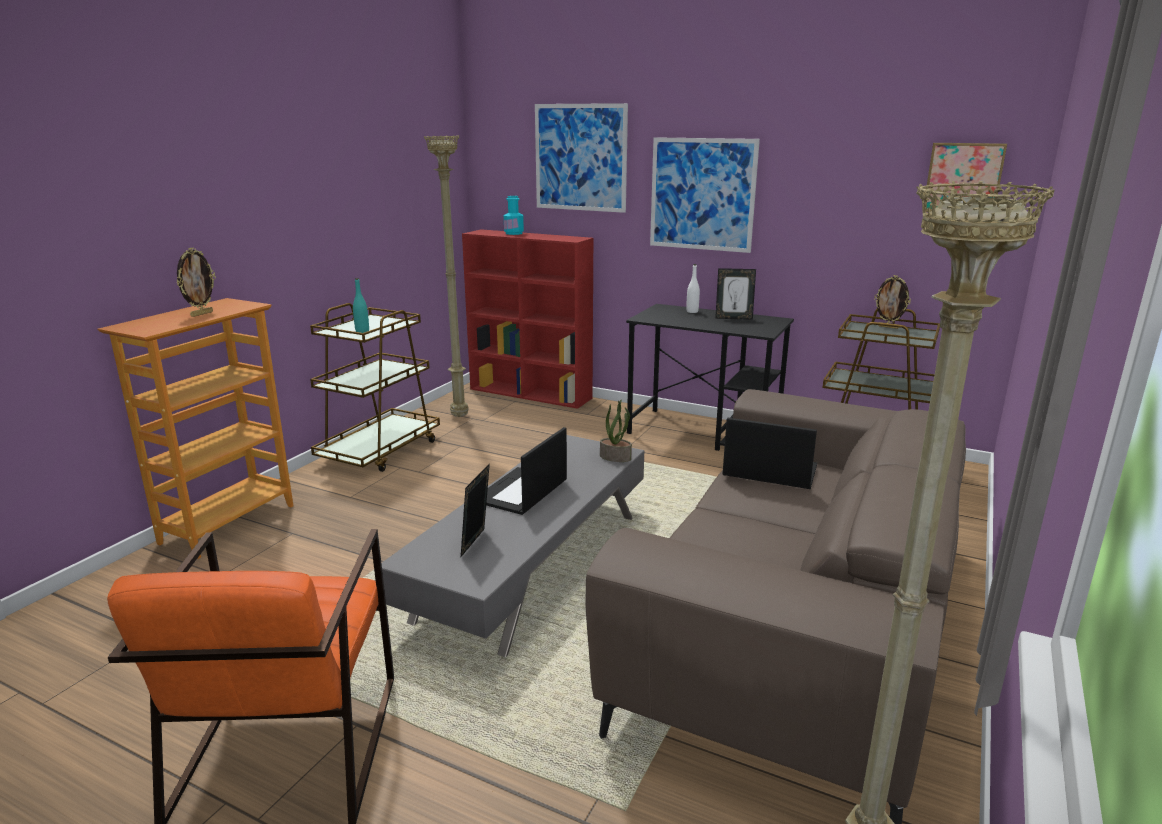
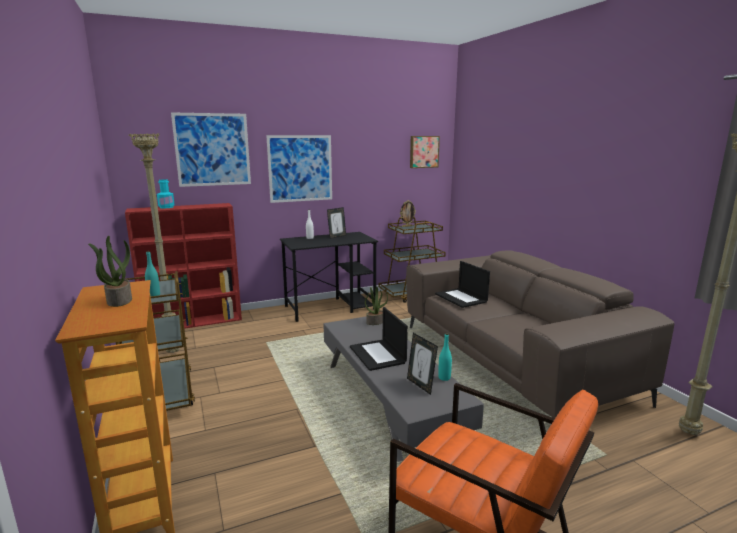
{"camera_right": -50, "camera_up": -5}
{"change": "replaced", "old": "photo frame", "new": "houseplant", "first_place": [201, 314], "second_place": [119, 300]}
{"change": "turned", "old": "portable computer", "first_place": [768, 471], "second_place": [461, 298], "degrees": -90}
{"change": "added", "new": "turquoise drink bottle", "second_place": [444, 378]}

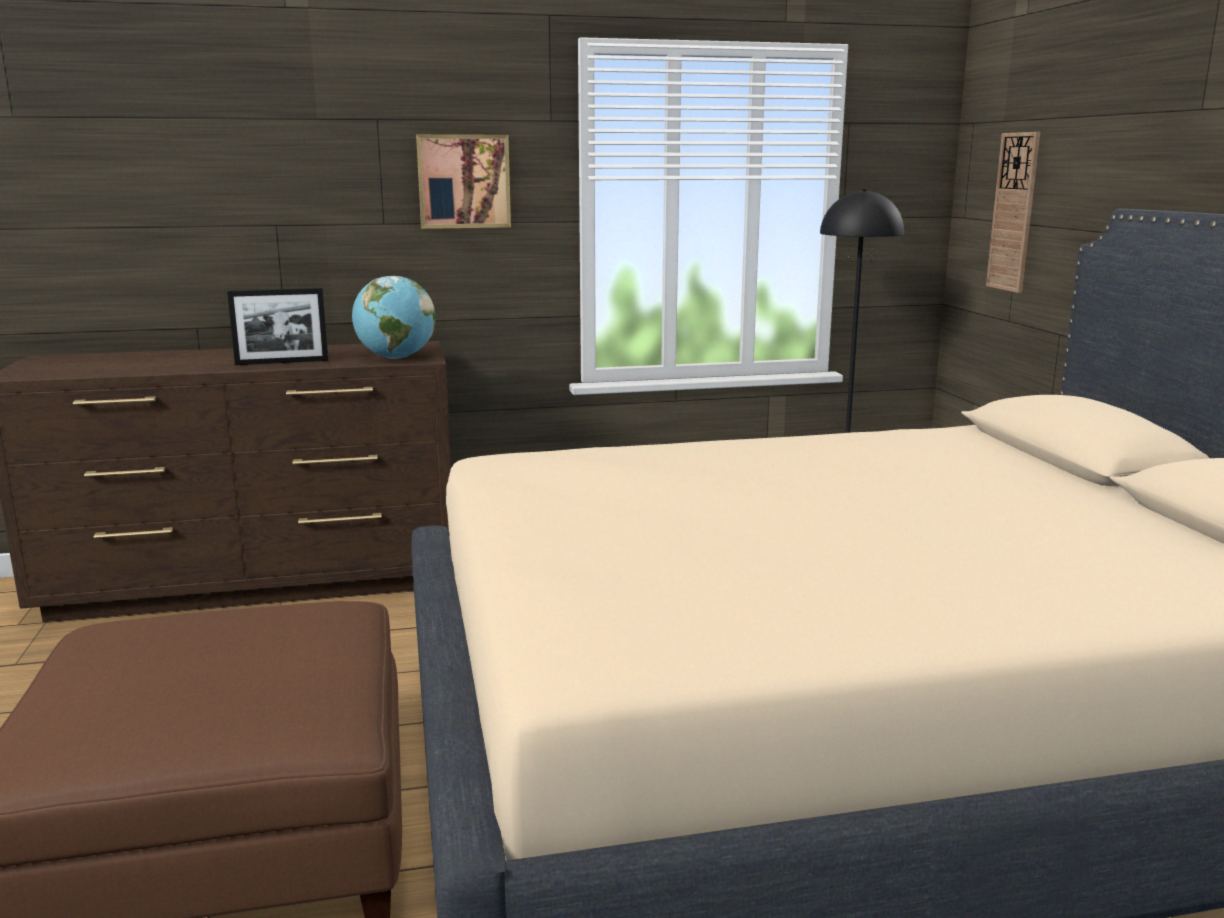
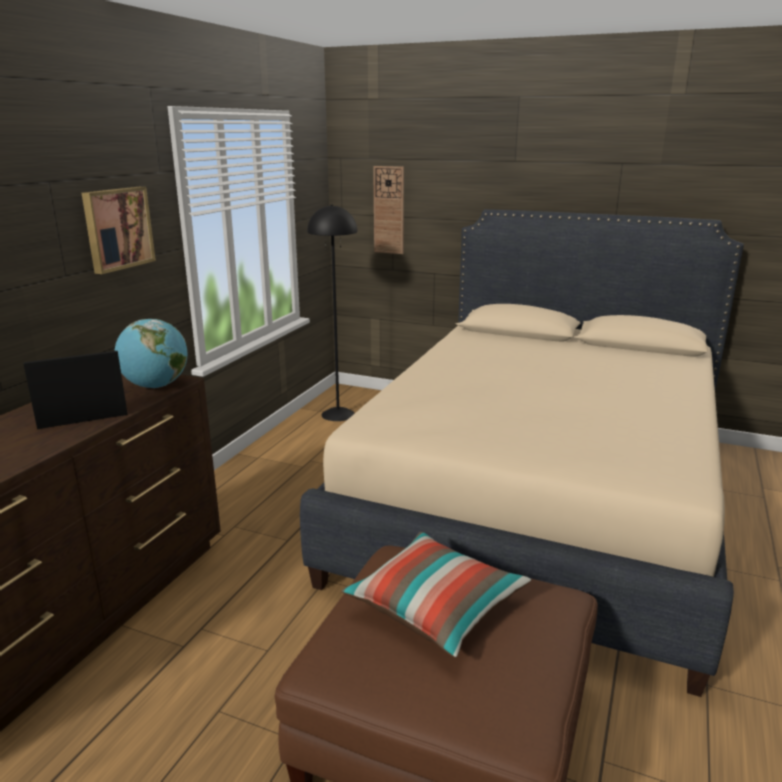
{"camera_right": -55, "camera_up": 5}
{"change": "turned", "old": "photo frame", "first_place": [282, 362], "second_place": [83, 420], "degrees": -135}
{"change": "added", "new": "pillow", "second_place": [435, 607]}

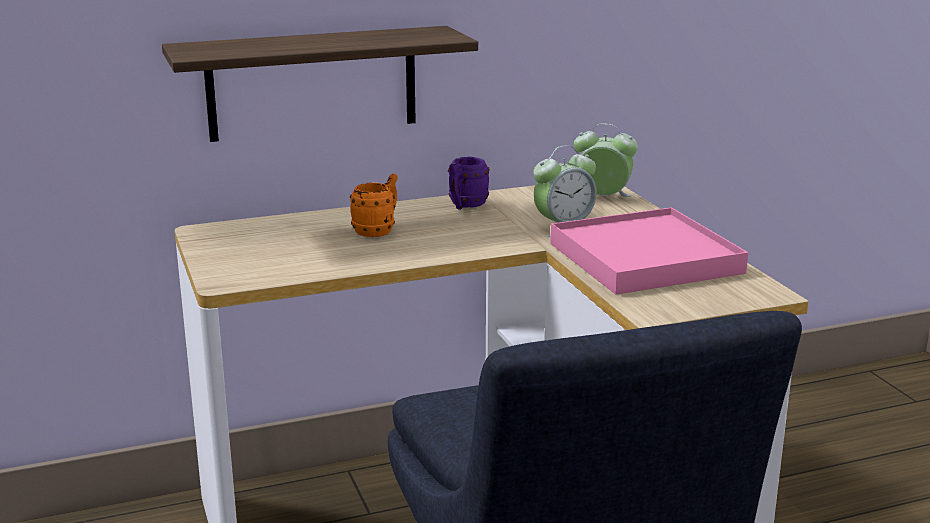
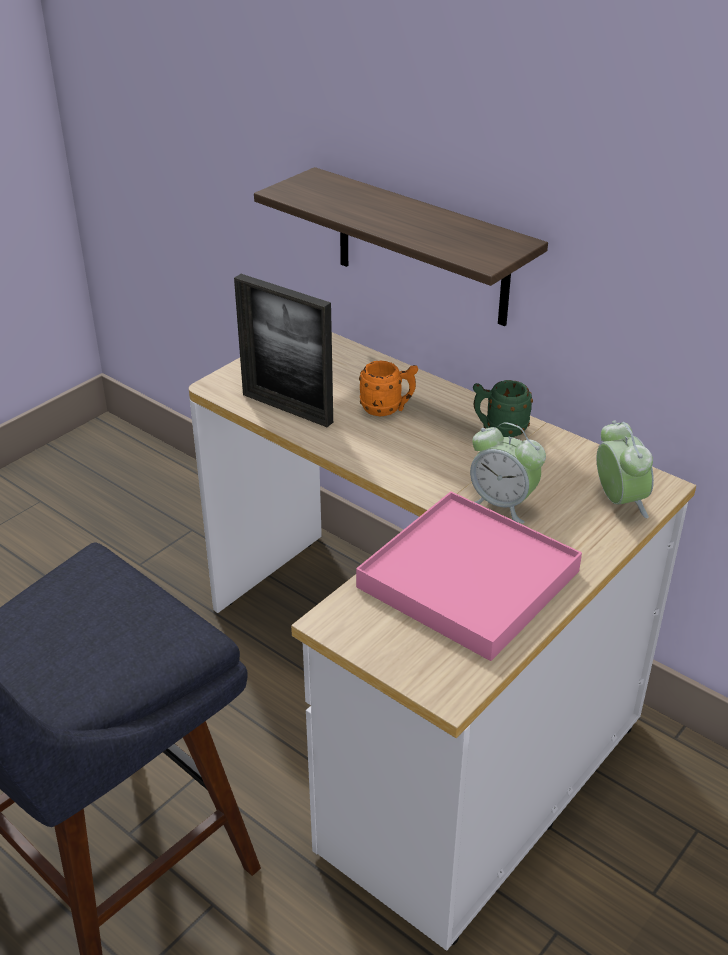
{"camera_right": 60, "camera_up": 15}
{"change": "added", "new": "photo frame", "second_place": [287, 408]}
{"change": "recoloured", "old": "purplish mug", "new": "green mug", "first_place": [465, 205], "second_place": [499, 429]}

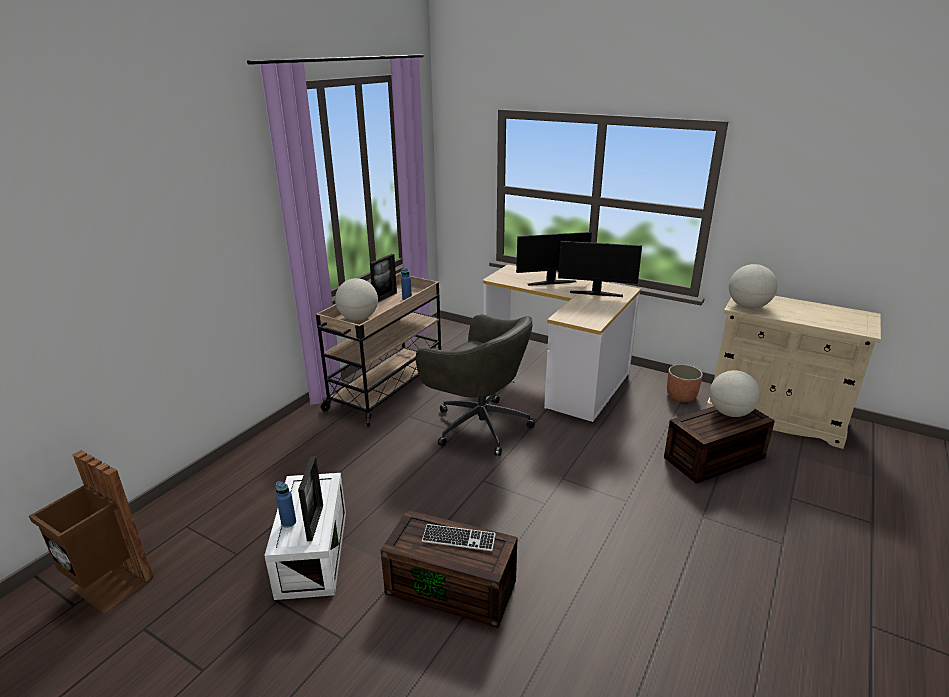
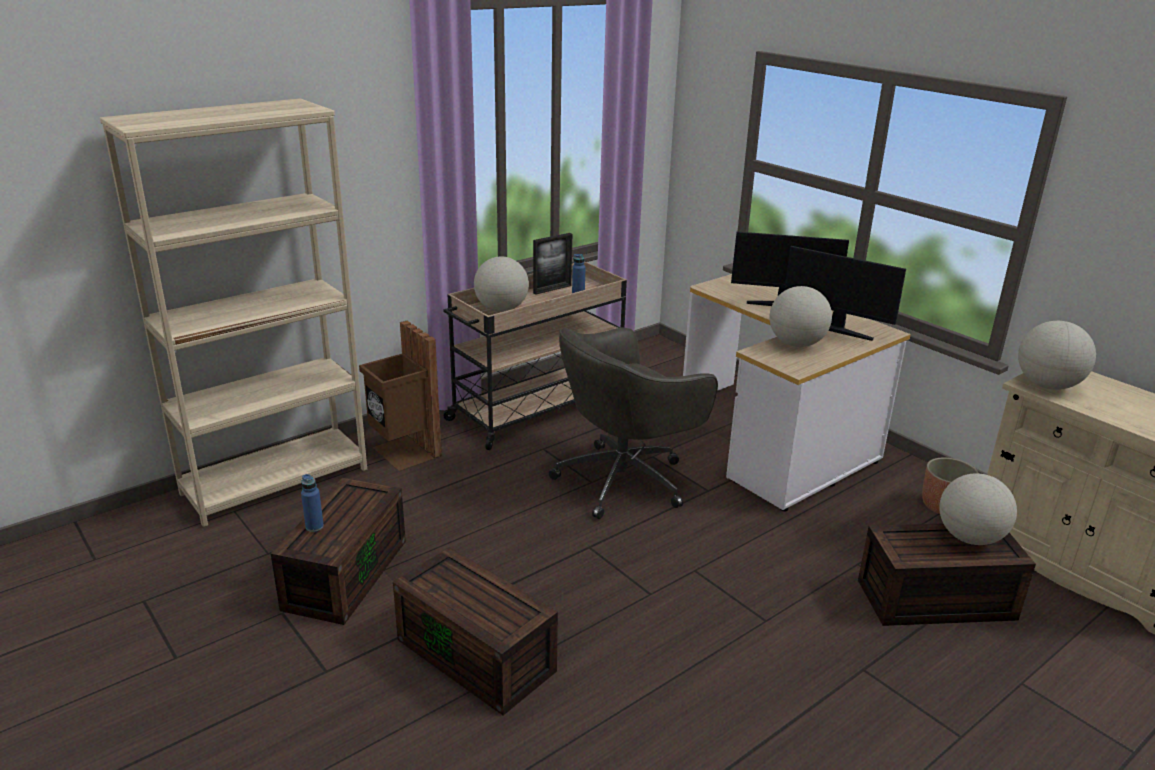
{"camera_right": 20, "camera_up": 0}
{"change": "added", "new": "sand-coloured bookcase", "second_place": [276, 481]}
{"change": "recoloured", "old": "white storage bin", "new": "brown-coloured storage bin", "first_place": [311, 551], "second_place": [345, 572]}
{"change": "moved", "old": "brown-coloured trash can", "first_place": [109, 585], "second_place": [404, 452]}
{"change": "turned", "old": "gray computer chair", "first_place": [478, 425], "second_place": [625, 480], "degrees": 90}
{"change": "added", "new": "world globe", "second_place": [796, 344]}
{"change": "removed", "old": "photo frame", "first_place": [315, 522]}
{"change": "removed", "old": "keyboard", "first_place": [458, 539]}

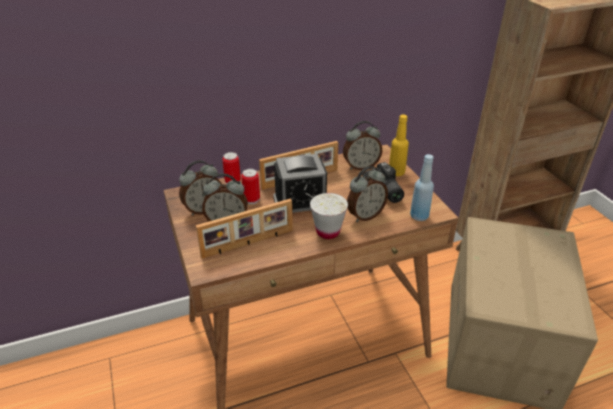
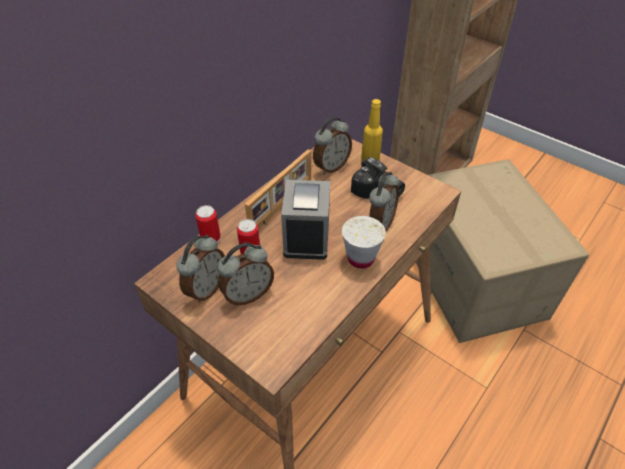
{"camera_right": -30, "camera_up": 10}
{"change": "turned", "old": "table clock", "first_place": [300, 203], "second_place": [306, 236], "degrees": 135}
{"change": "removed", "old": "photo frame", "first_place": [248, 244]}
{"change": "removed", "old": "blue-coloured drink bottle", "first_place": [419, 216]}

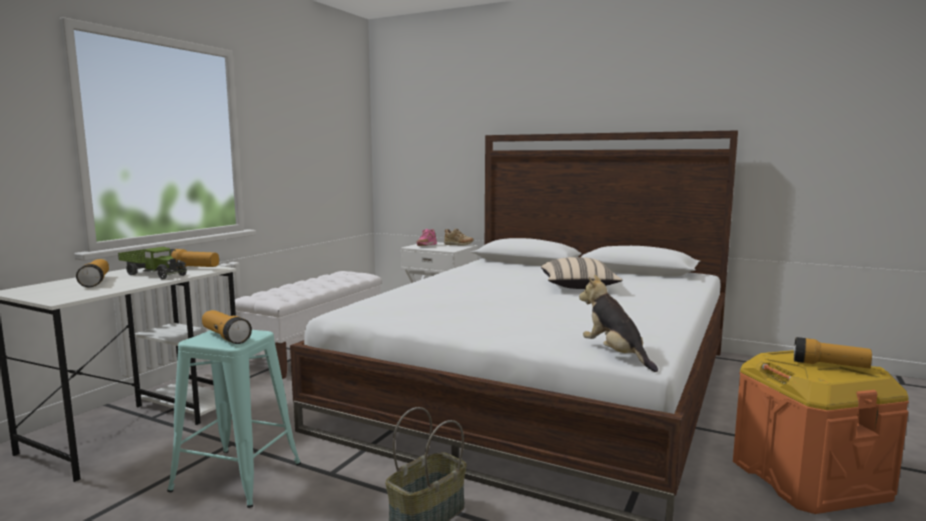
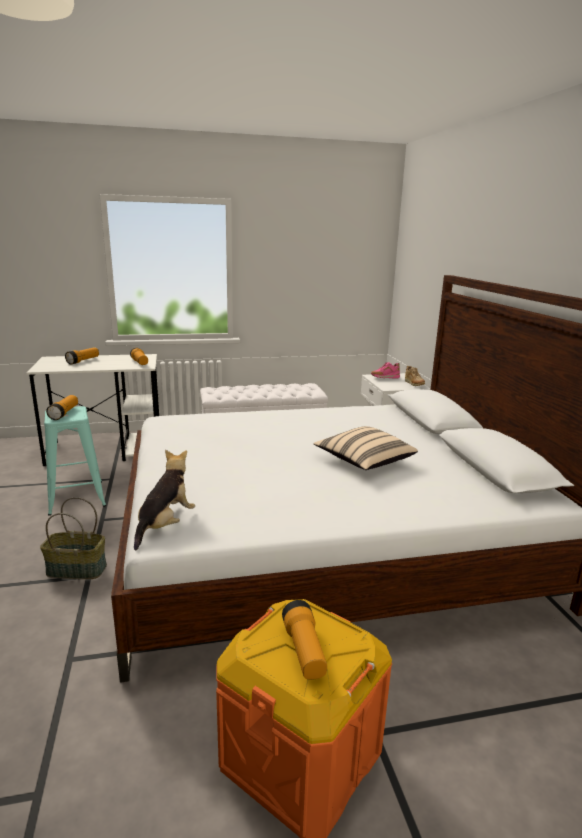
{"camera_right": 50, "camera_up": 10}
{"change": "removed", "old": "toy lorry", "first_place": [154, 274]}

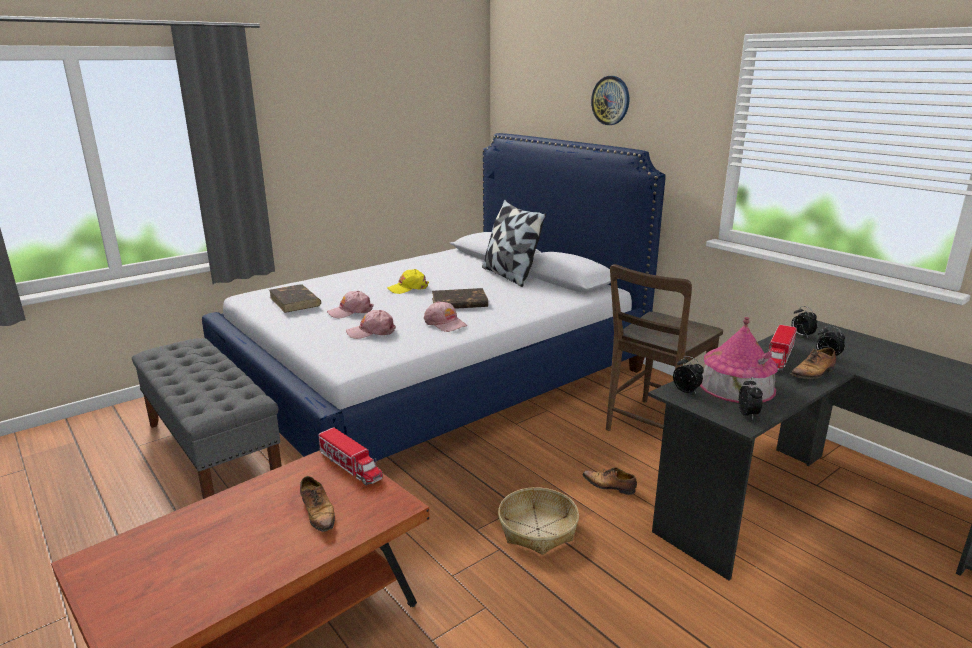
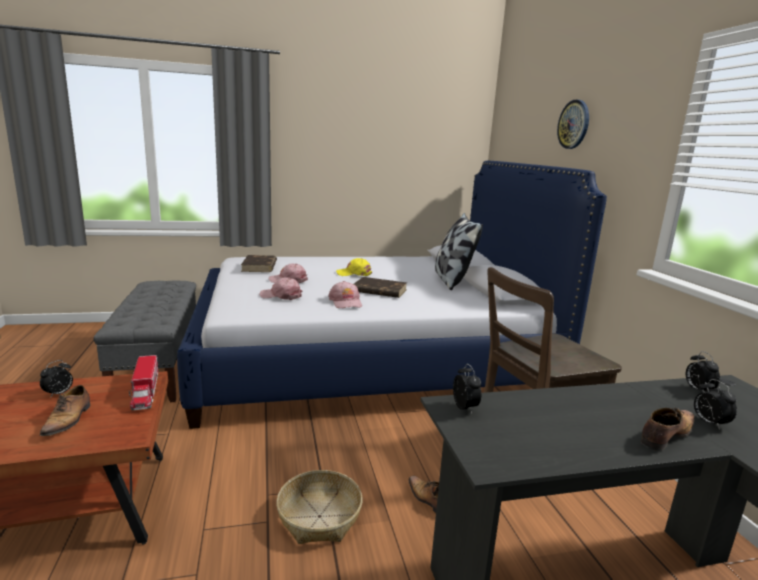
{"camera_right": 25, "camera_up": -5}
{"change": "moved", "old": "table clock", "first_place": [748, 415], "second_place": [59, 394]}
{"change": "turned", "old": "item of footwear", "first_place": [813, 373], "second_place": [666, 435], "degrees": 150}
{"change": "removed", "old": "toy house", "first_place": [736, 386]}
{"change": "removed", "old": "toy lorry", "first_place": [778, 357]}

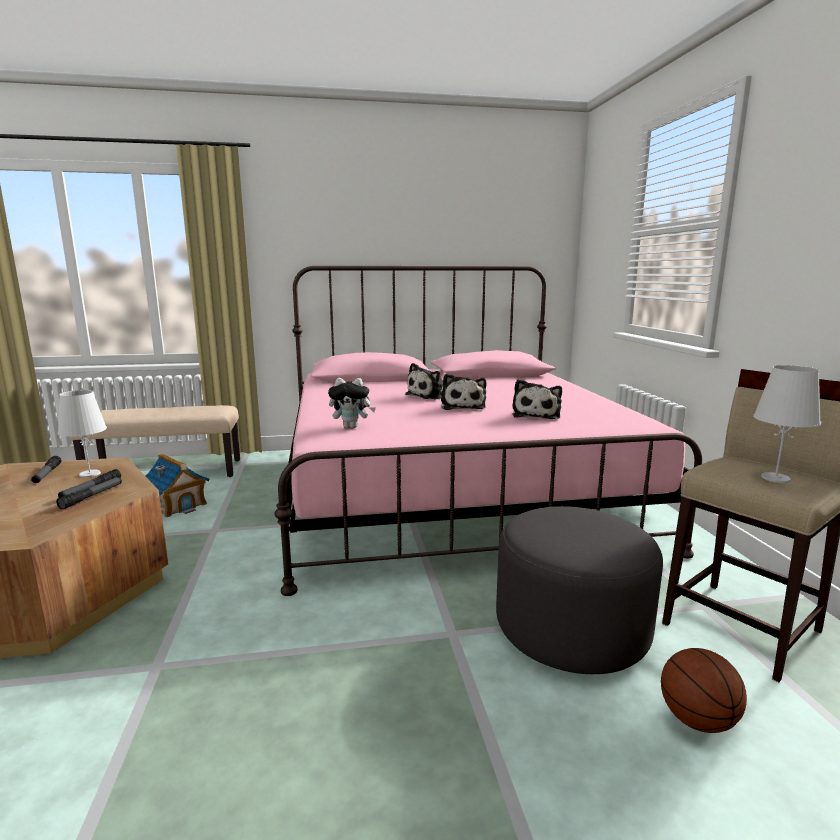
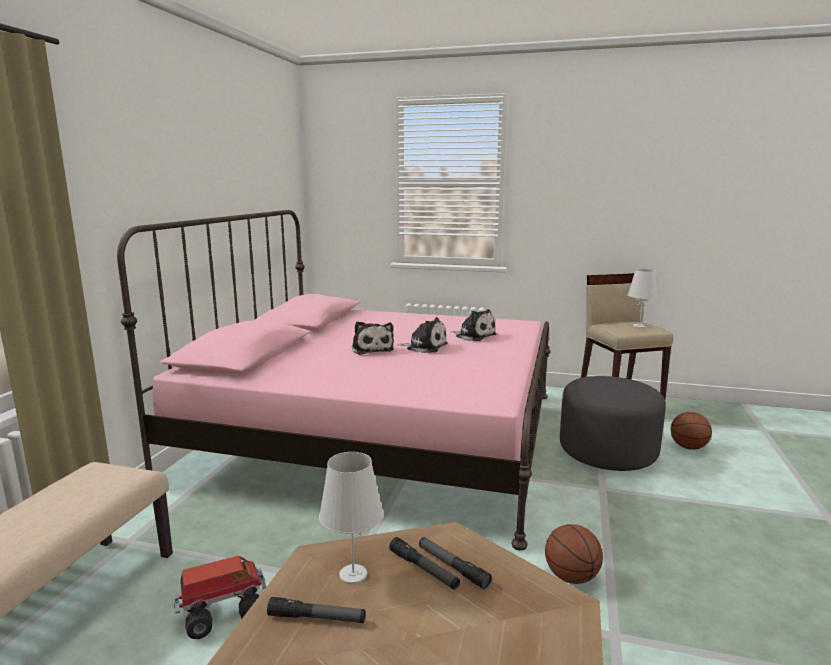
{"camera_right": -65, "camera_up": 0}
{"change": "replaced", "old": "toy house", "new": "toy lorry", "first_place": [177, 504], "second_place": [222, 613]}
{"change": "added", "new": "ball for basketball", "second_place": [571, 576]}
{"change": "removed", "old": "cuddly toy", "first_place": [352, 427]}

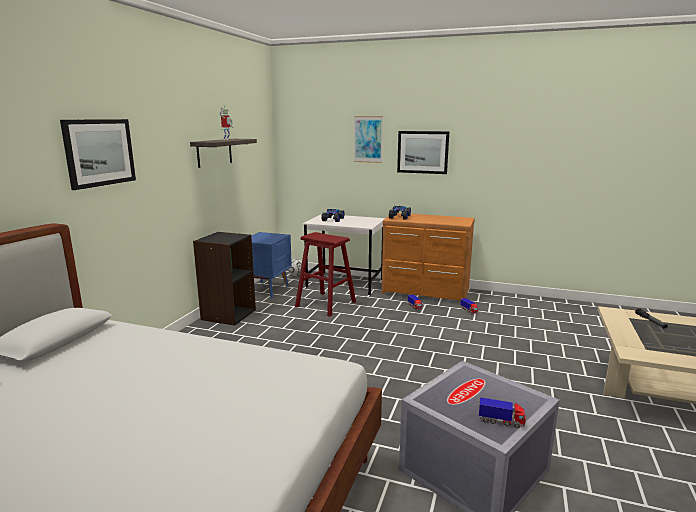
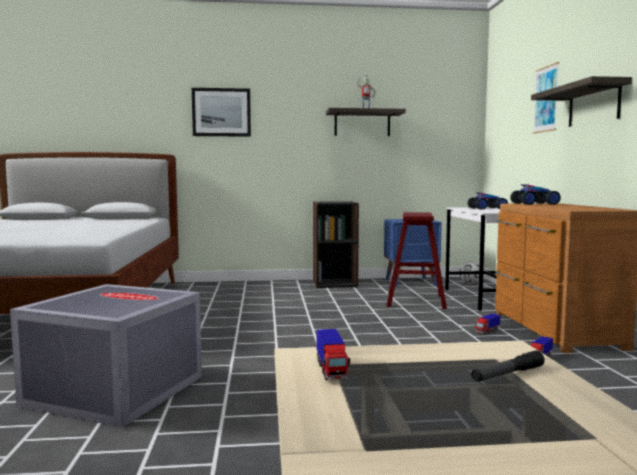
{"camera_right": 65, "camera_up": -10}
{"change": "moved", "old": "toy lorry", "first_place": [501, 421], "second_place": [331, 370]}
{"change": "replaced", "old": "picture", "new": "bracket shelf", "first_place": [422, 152], "second_place": [594, 105]}

